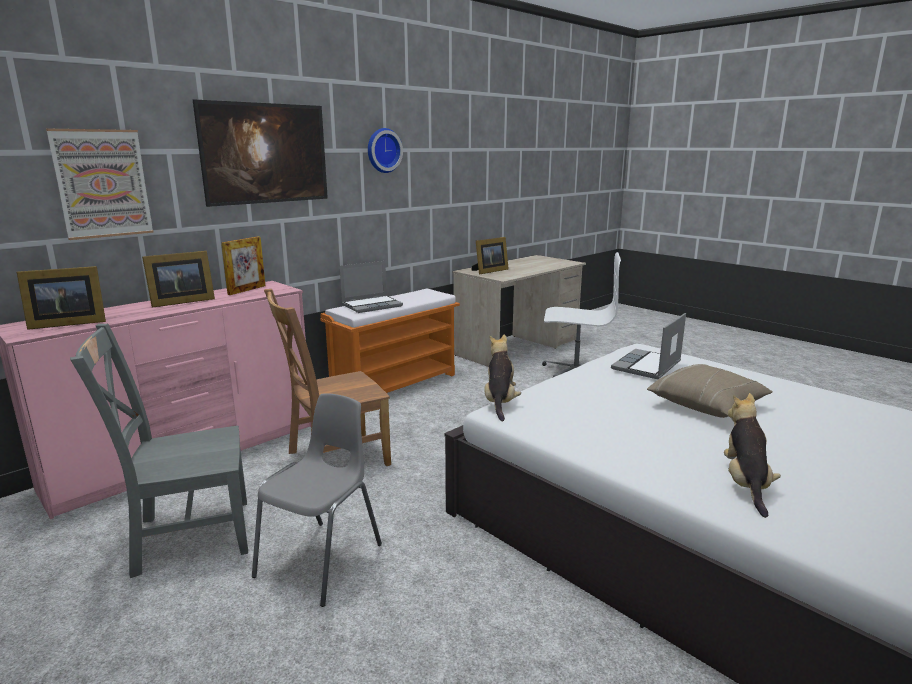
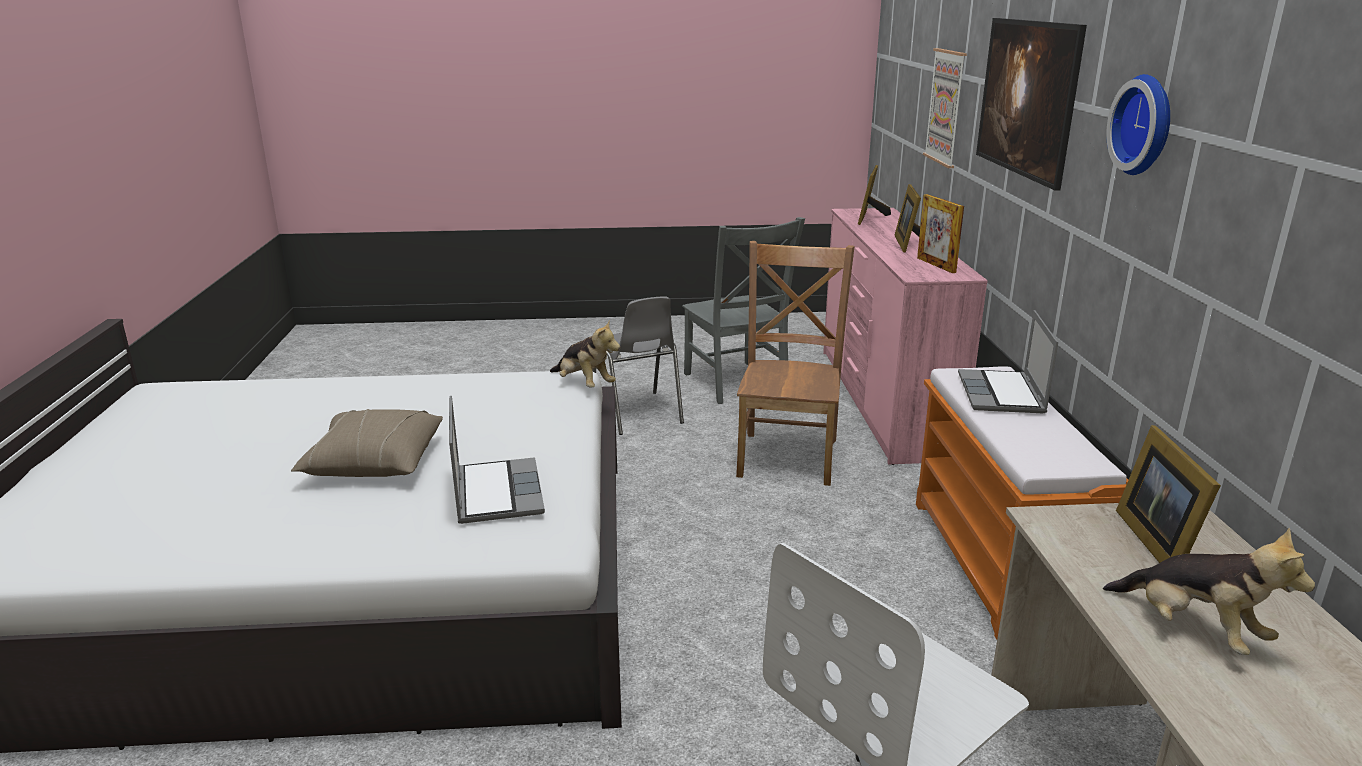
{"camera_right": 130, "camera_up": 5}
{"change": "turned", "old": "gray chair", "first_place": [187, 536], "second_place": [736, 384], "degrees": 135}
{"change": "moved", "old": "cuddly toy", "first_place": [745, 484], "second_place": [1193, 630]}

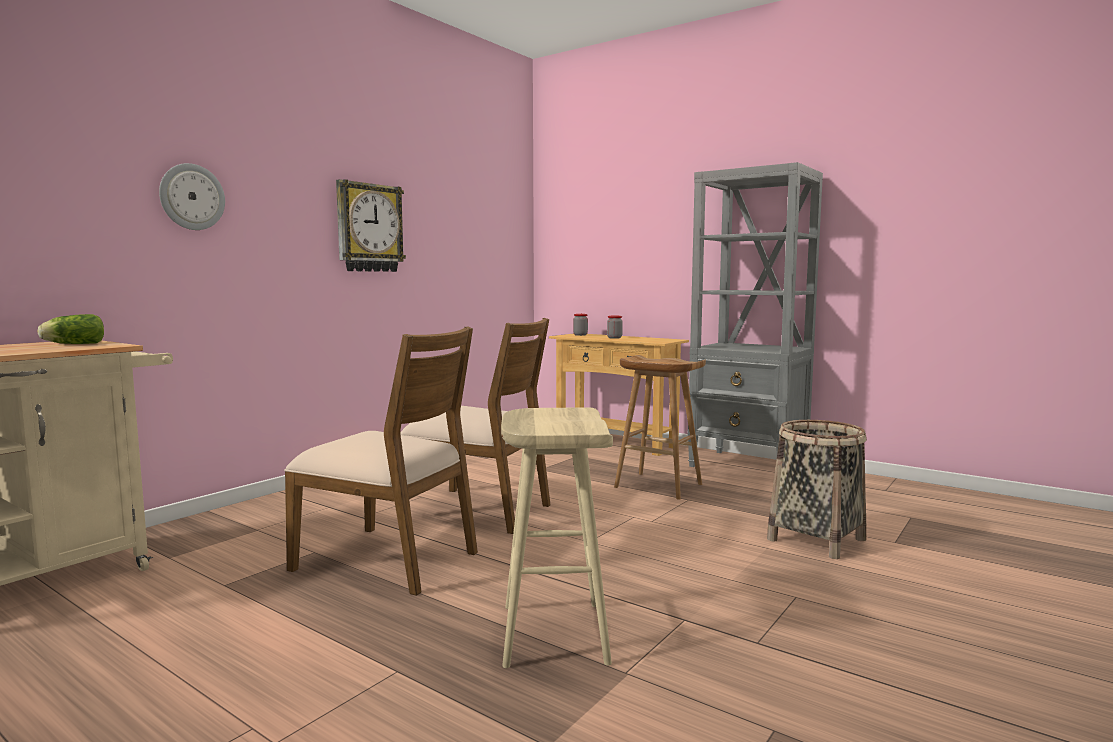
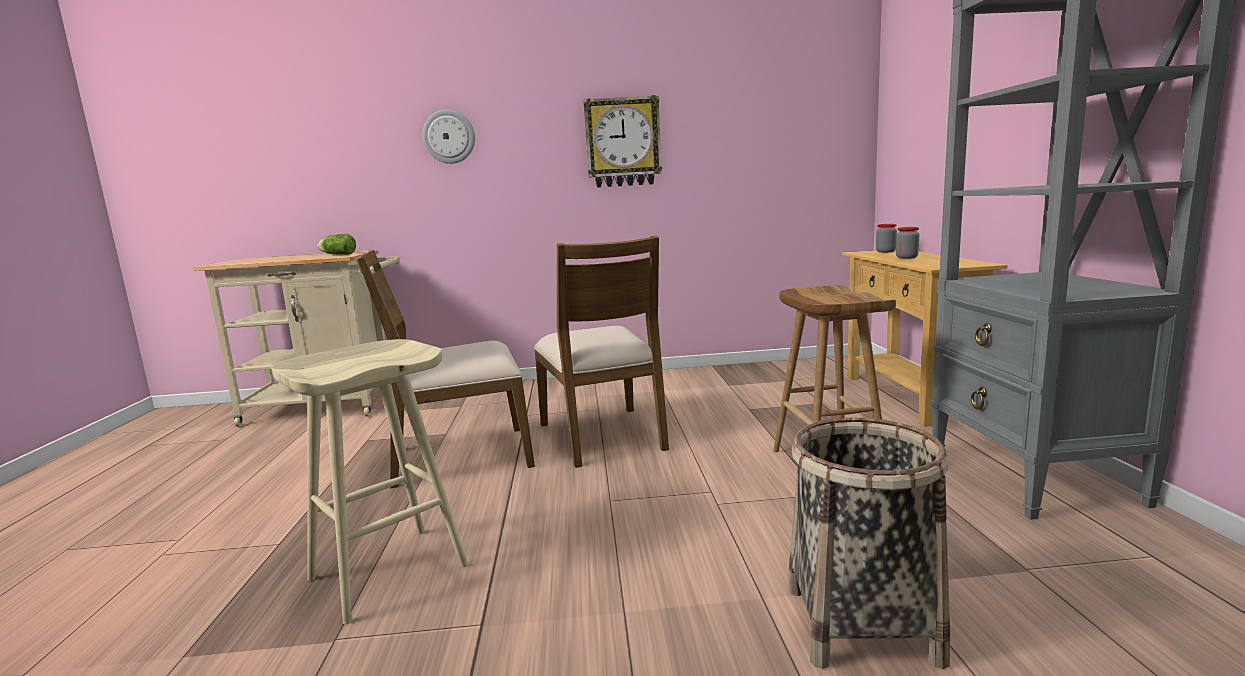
{"camera_right": 50, "camera_up": 5}
{"change": "turned", "old": "brown-coloured chair", "first_place": [388, 560], "second_place": [460, 457], "degrees": 90}

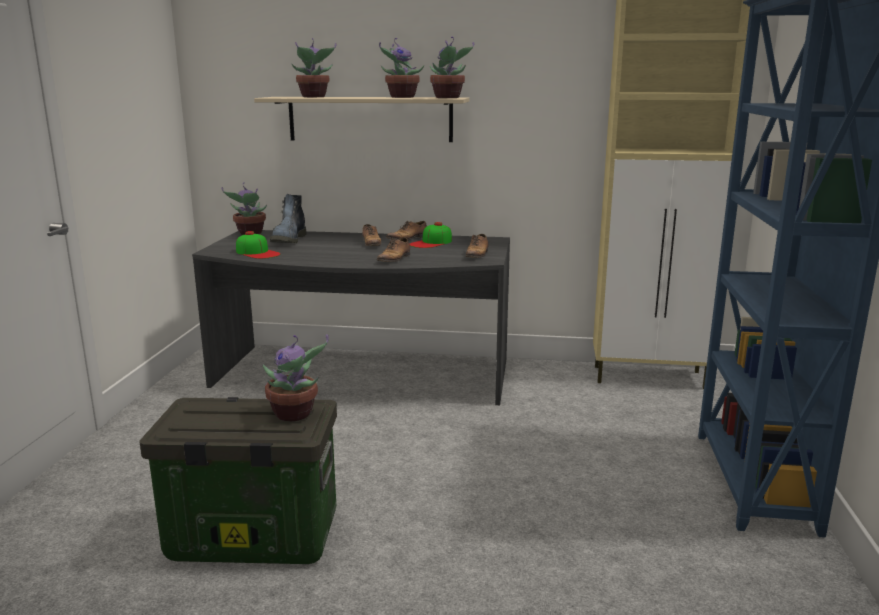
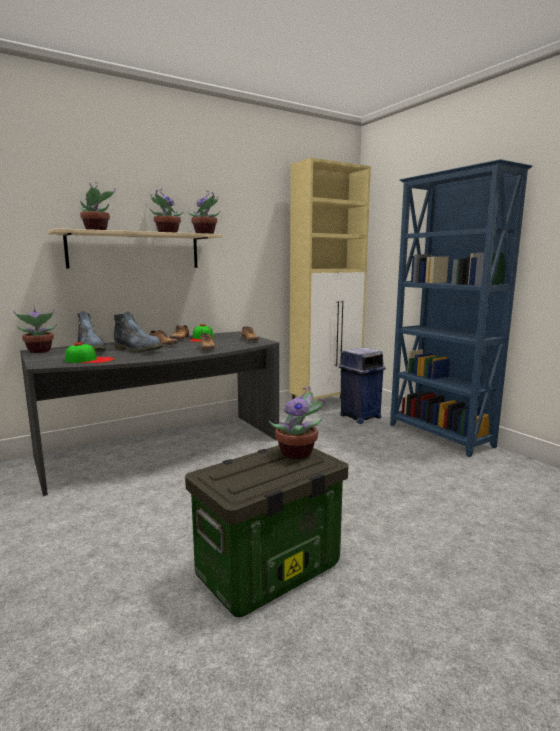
{"camera_right": -40, "camera_up": -5}
{"change": "added", "new": "high-top boot", "second_place": [138, 350]}
{"change": "added", "new": "blue-coloured trash can", "second_place": [359, 417]}

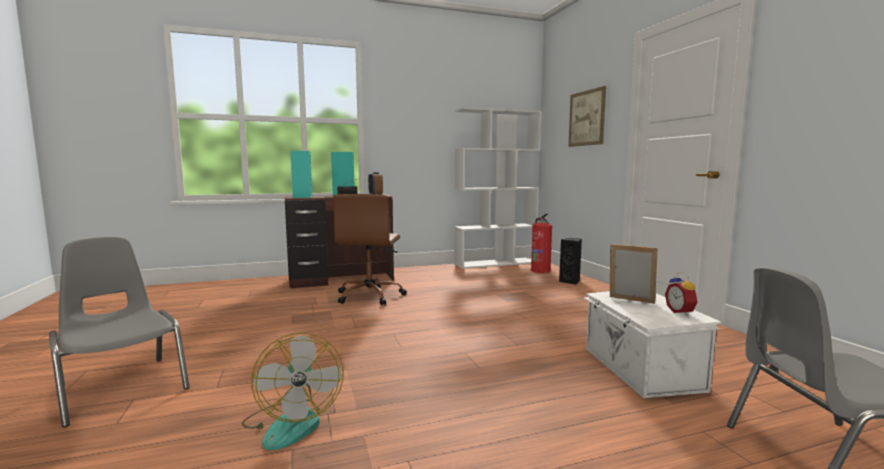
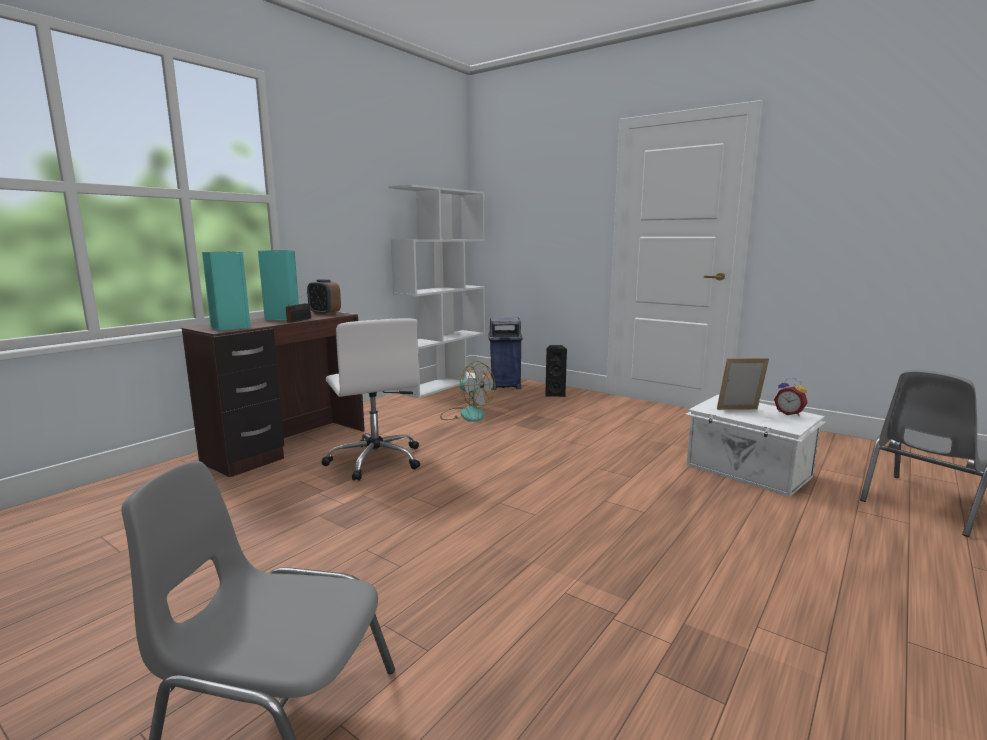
{"camera_right": -35, "camera_up": 5}
{"change": "recoloured", "old": "brown-coloured computer chair", "new": "white computer chair", "first_place": [370, 296], "second_place": [375, 460]}
{"change": "moved", "old": "cooling fan", "first_place": [292, 422], "second_place": [466, 414]}
{"change": "replaced", "old": "extinguisher", "new": "blue-coloured trash can", "first_place": [540, 270], "second_place": [505, 385]}
{"change": "removed", "old": "picture", "first_place": [586, 118]}

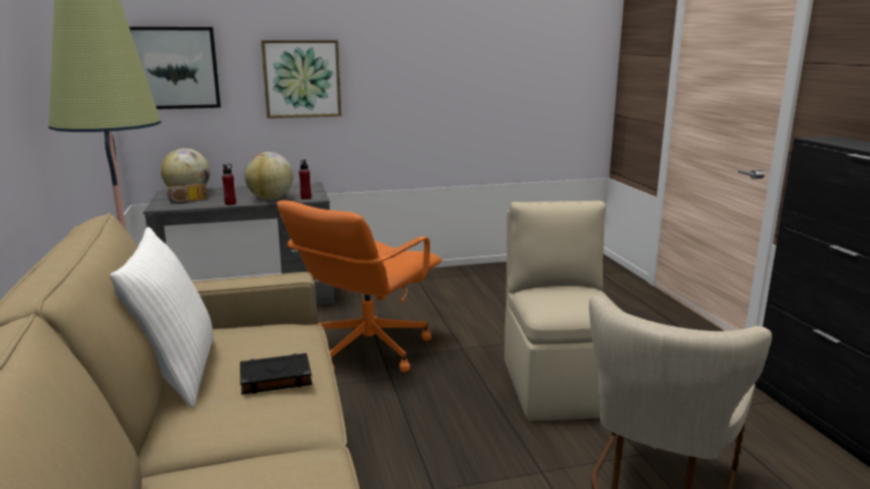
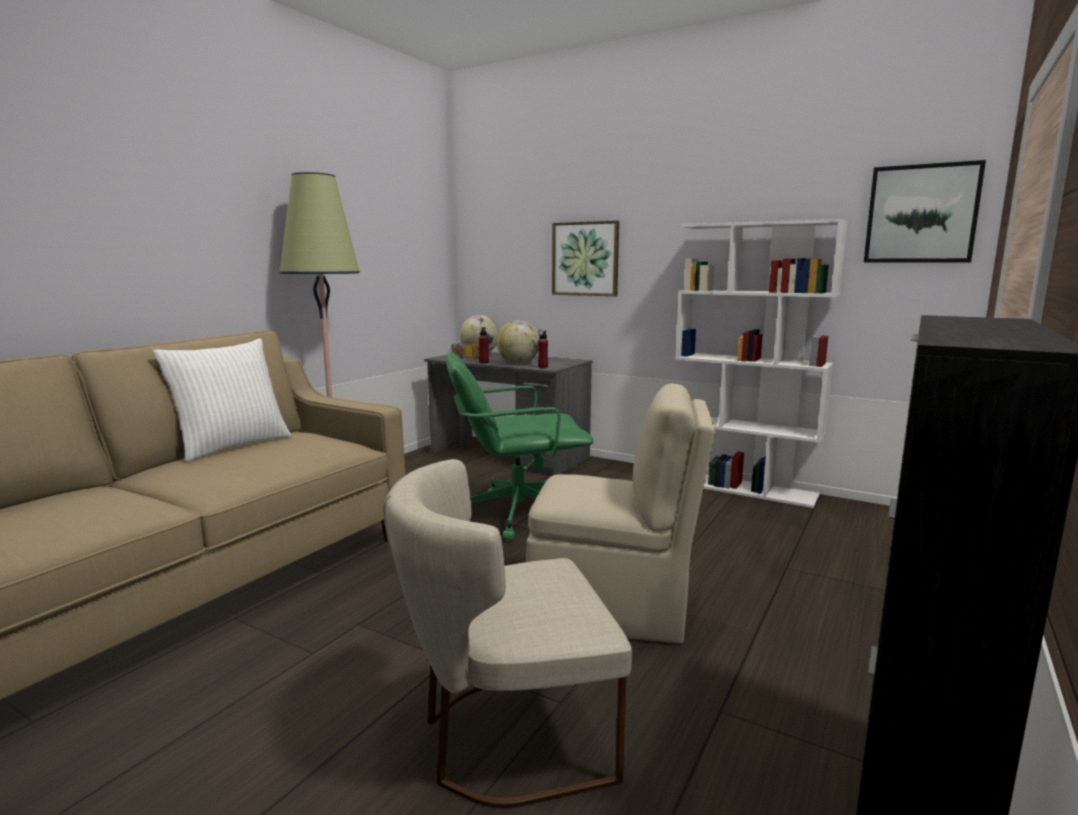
{"camera_right": 45, "camera_up": -5}
{"change": "recoloured", "old": "orangey computer chair", "new": "green computer chair", "first_place": [367, 349], "second_place": [516, 514]}
{"change": "turned", "old": "sand-coloured chair", "first_place": [559, 384], "second_place": [613, 607], "degrees": 60}
{"change": "added", "new": "white bookcase", "second_place": [743, 488]}
{"change": "moved", "old": "picture", "first_place": [175, 68], "second_place": [921, 214]}
{"change": "removed", "old": "black volume", "first_place": [275, 378]}

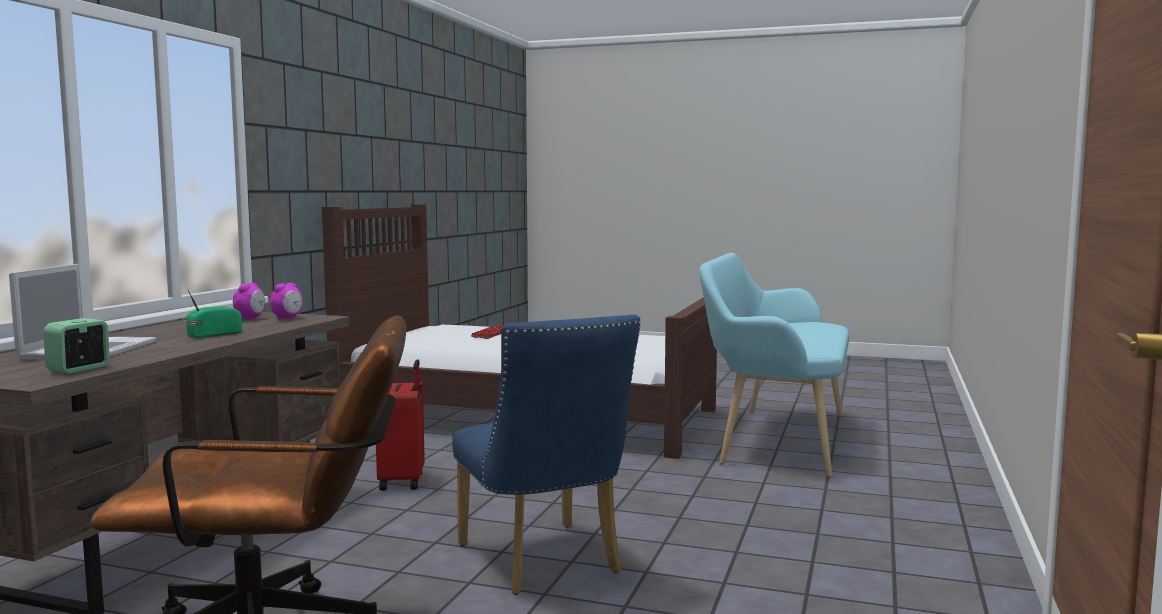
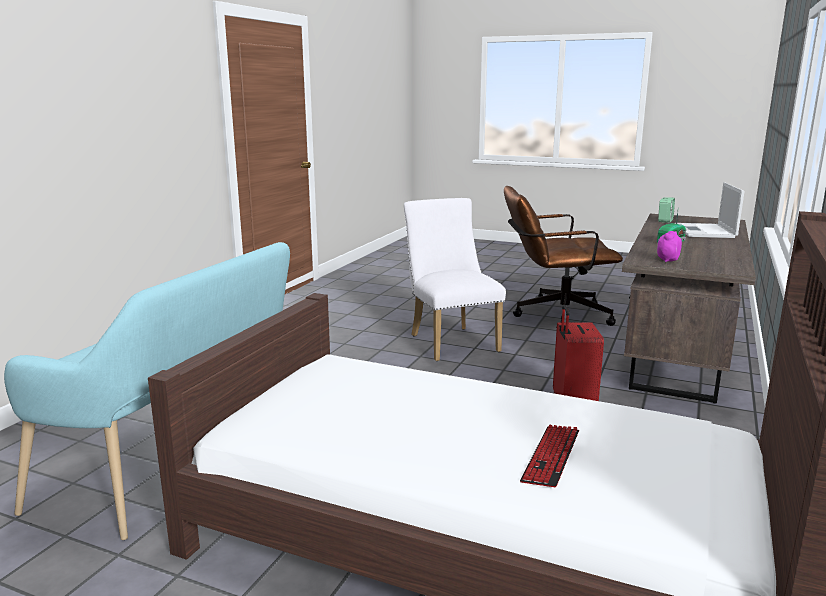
{"camera_right": -175, "camera_up": 10}
{"change": "recoloured", "old": "blue-coloured chair", "new": "white chair", "first_place": [544, 563], "second_place": [450, 341]}
{"change": "removed", "old": "table clock", "first_place": [250, 318]}

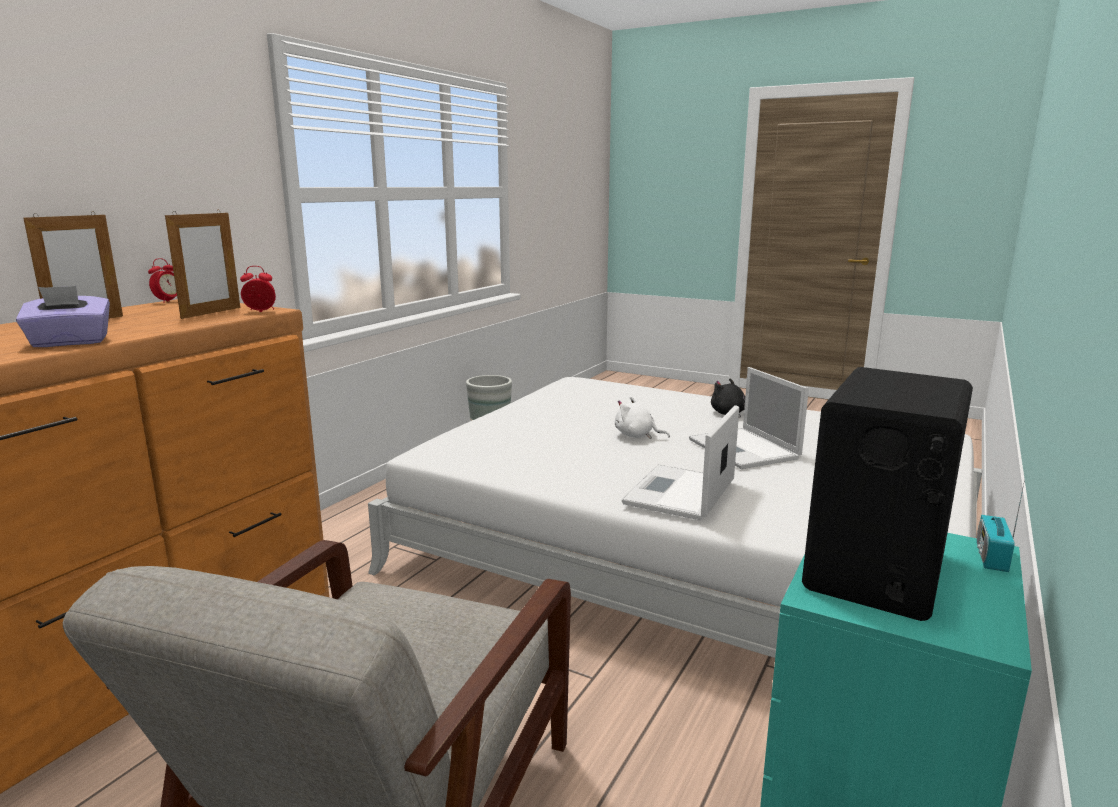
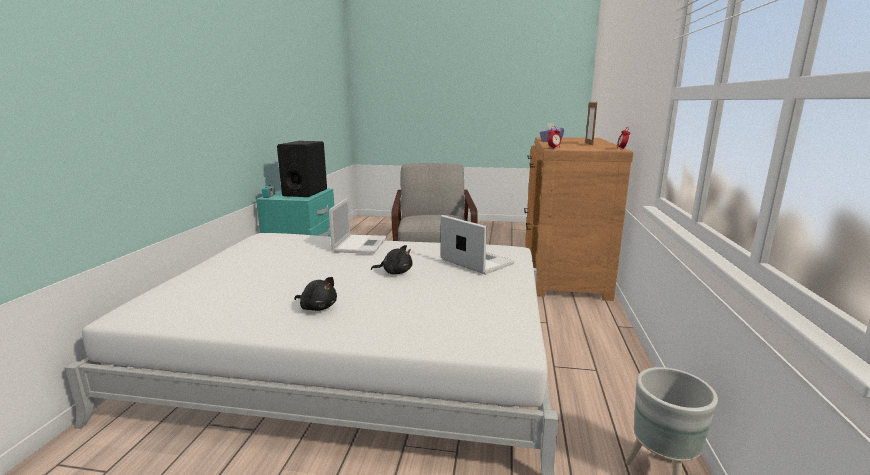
{"camera_right": 160, "camera_up": 0}
{"change": "recoloured", "old": "white cuddly toy", "new": "black cuddly toy", "first_place": [637, 436], "second_place": [395, 272]}
{"change": "moved", "old": "portable computer", "first_place": [745, 449], "second_place": [475, 261]}
{"change": "removed", "old": "photo frame", "first_place": [211, 313]}

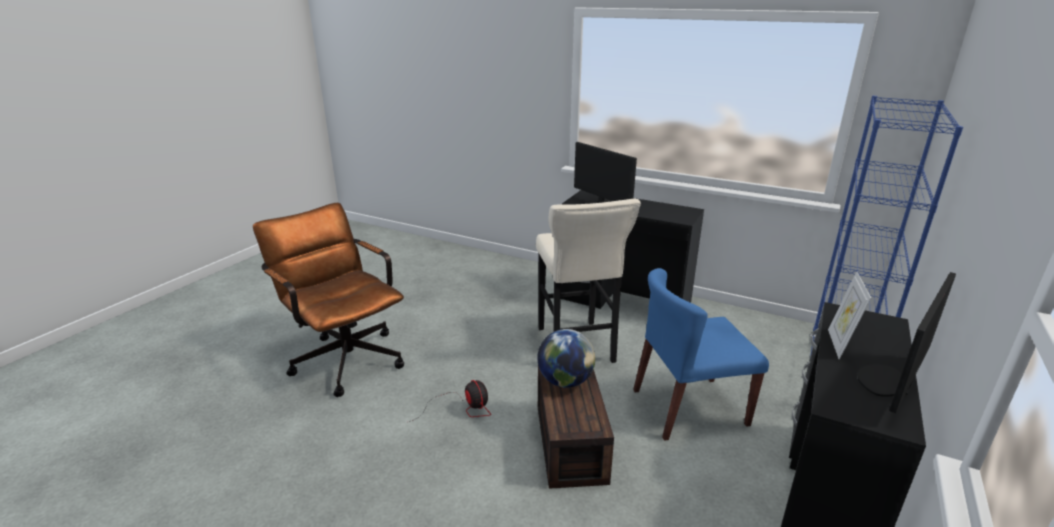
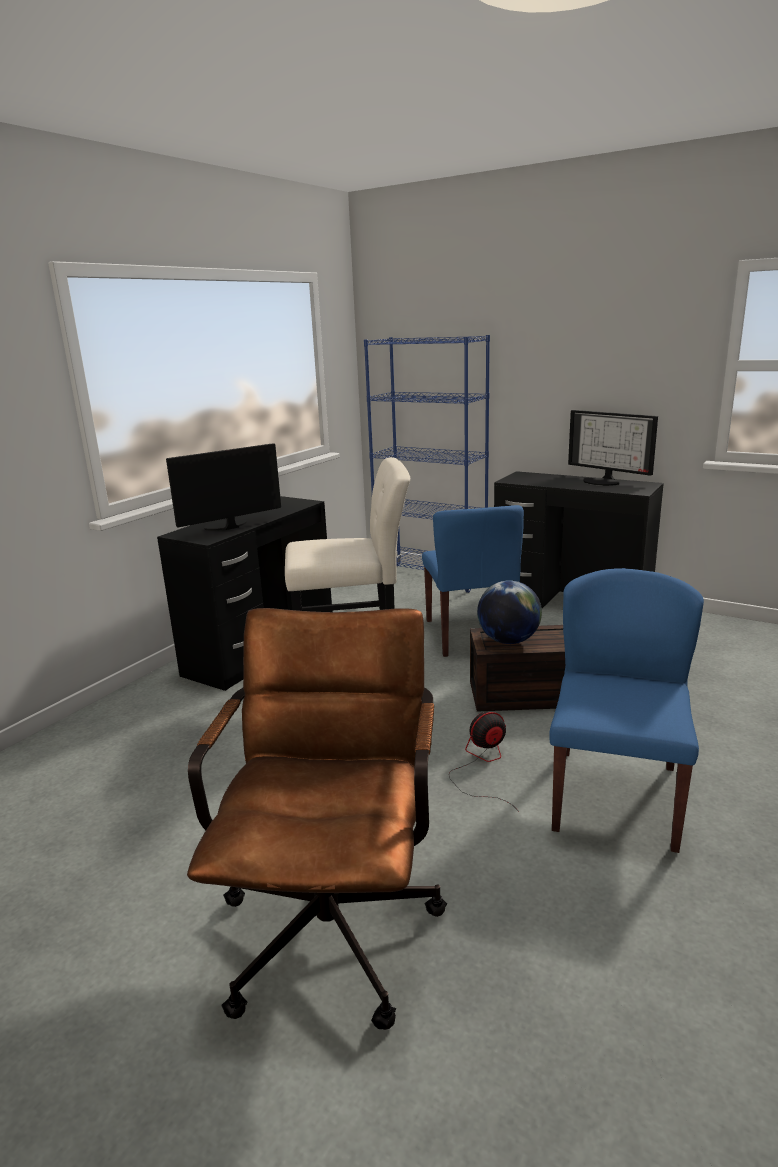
{"camera_right": -85, "camera_up": -5}
{"change": "turned", "old": "brown-coloured computer chair", "first_place": [344, 356], "second_place": [334, 917], "degrees": 135}
{"change": "added", "new": "blue-coloured chair", "second_place": [615, 796]}
{"change": "removed", "old": "photo frame", "first_place": [839, 344]}

